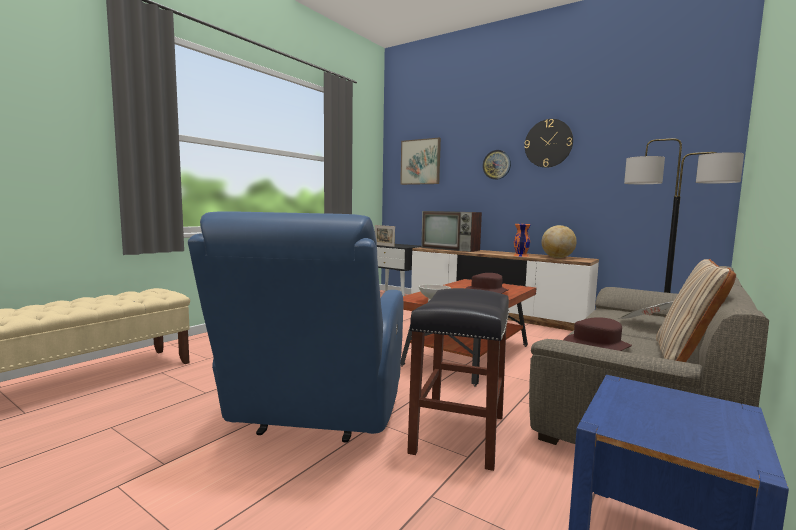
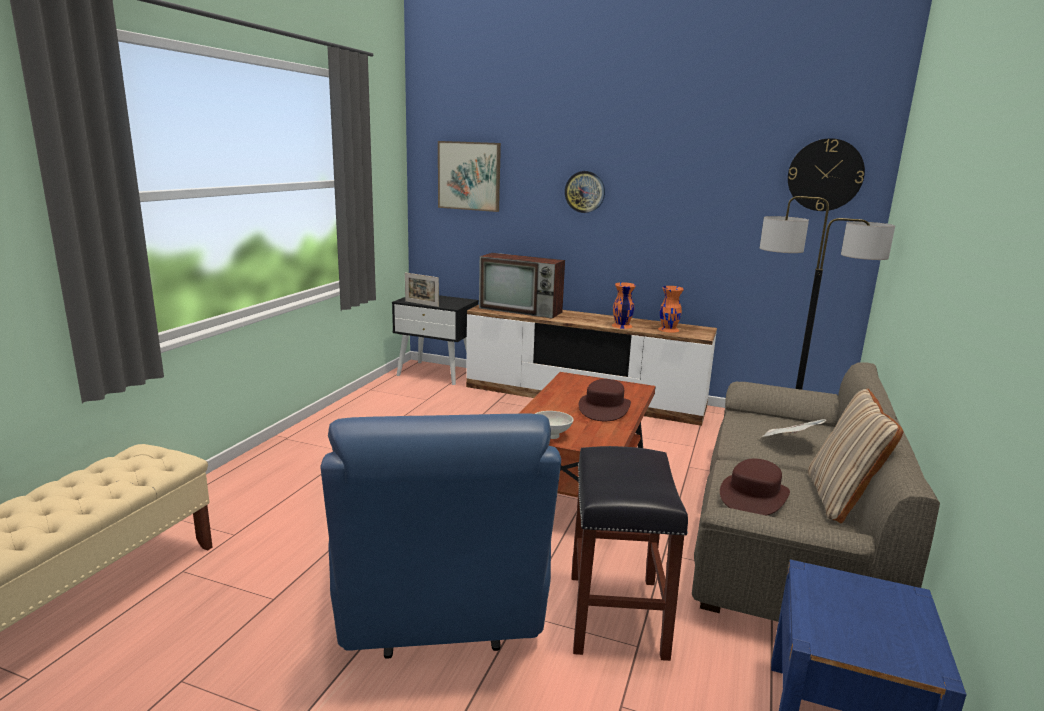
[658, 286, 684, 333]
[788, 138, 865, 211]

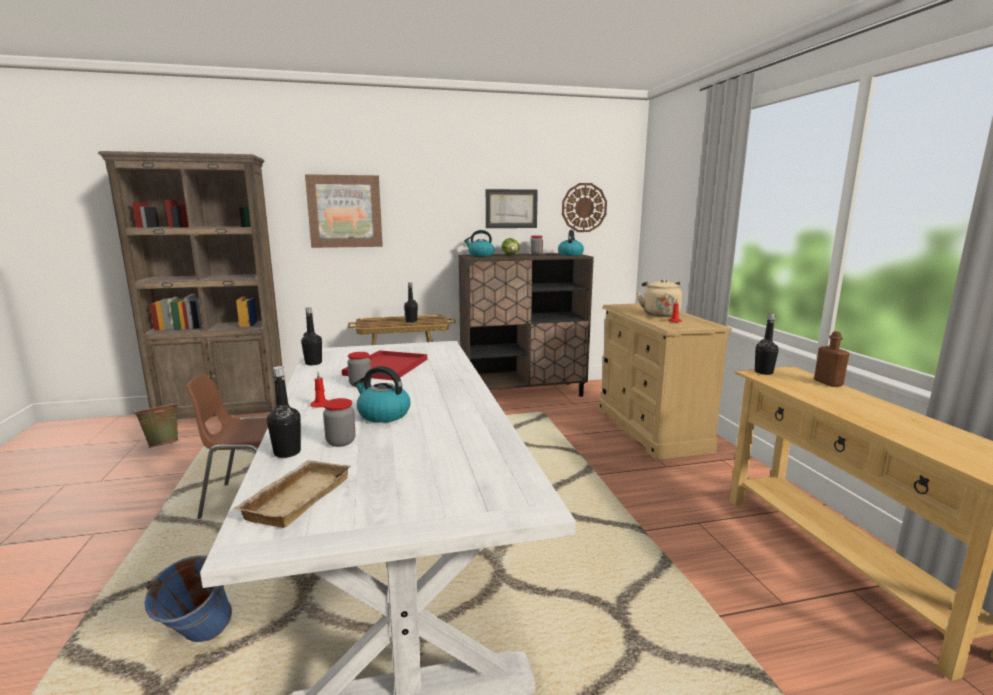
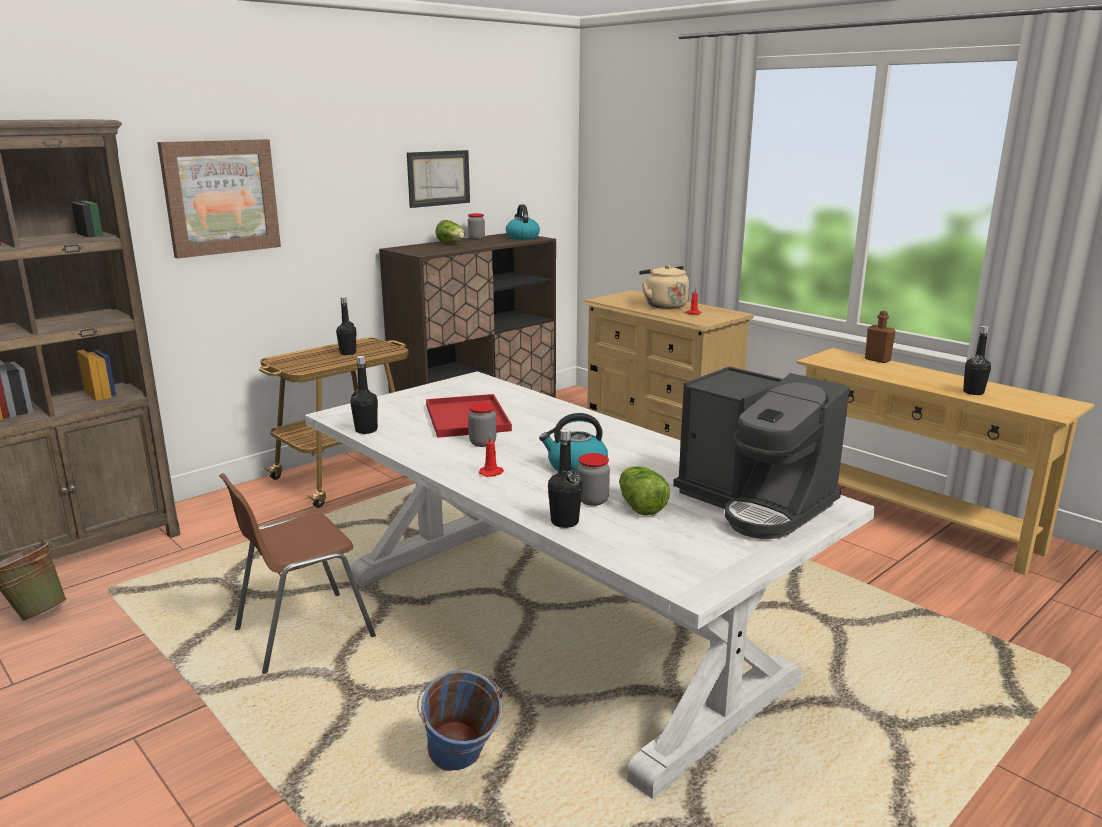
[619, 466, 670, 516]
[673, 366, 850, 539]
[963, 326, 991, 395]
[234, 460, 351, 528] (first image)
[464, 230, 494, 256] (first image)
[562, 183, 607, 232] (first image)

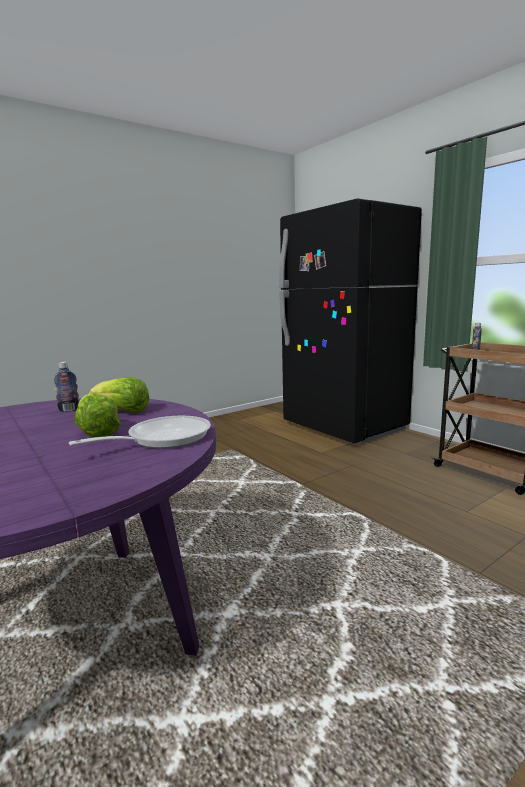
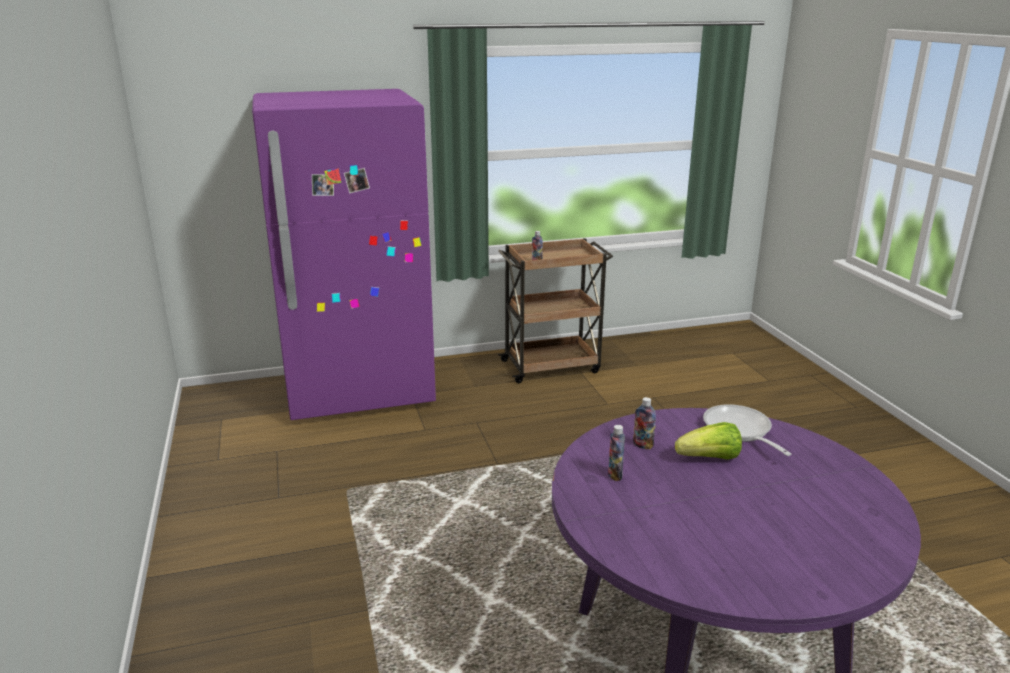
[252, 89, 436, 420]
[633, 397, 656, 449]

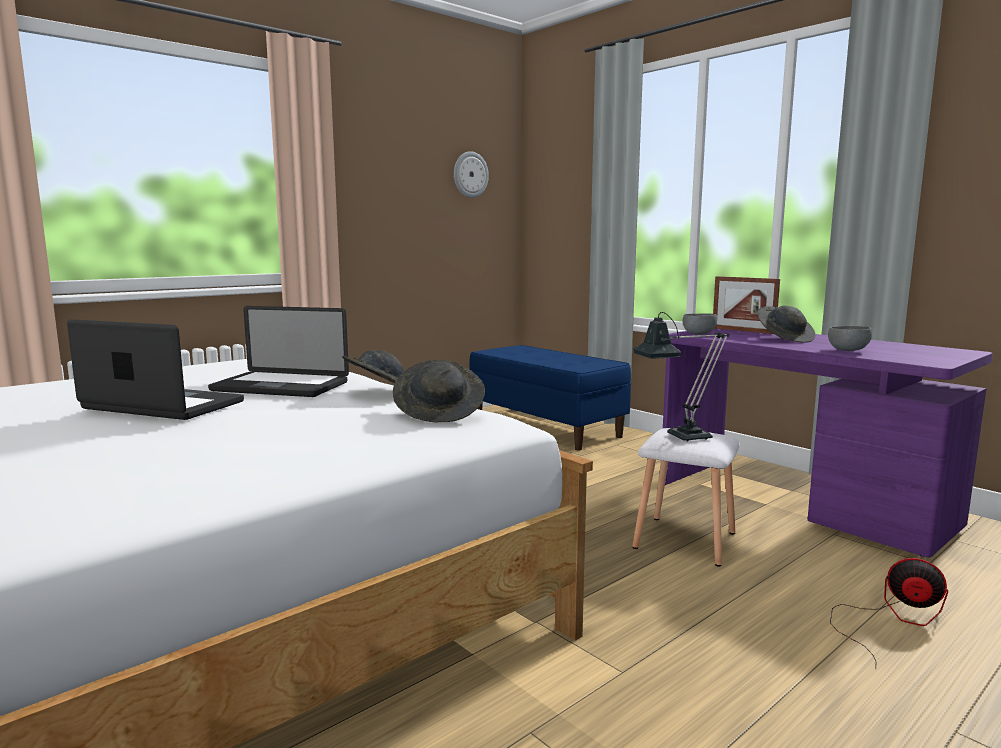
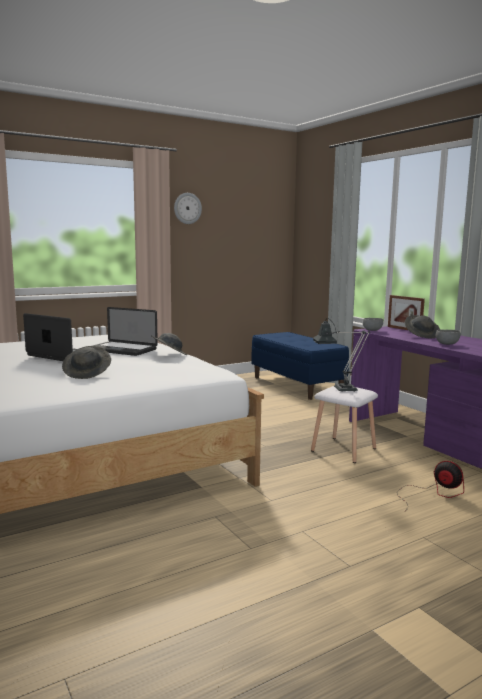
[62, 346, 111, 379]
[174, 193, 202, 224]

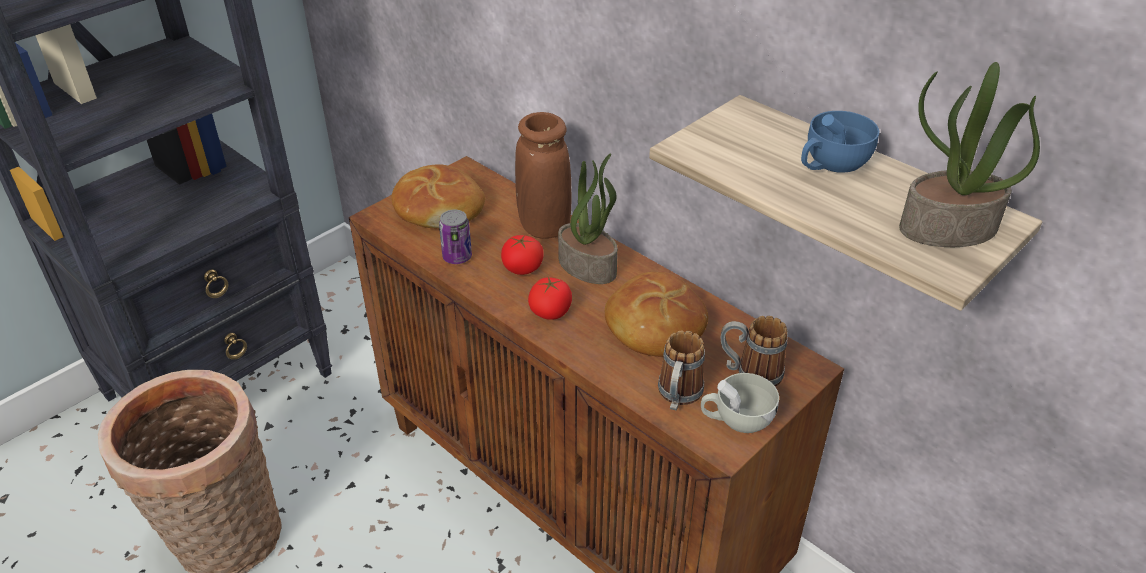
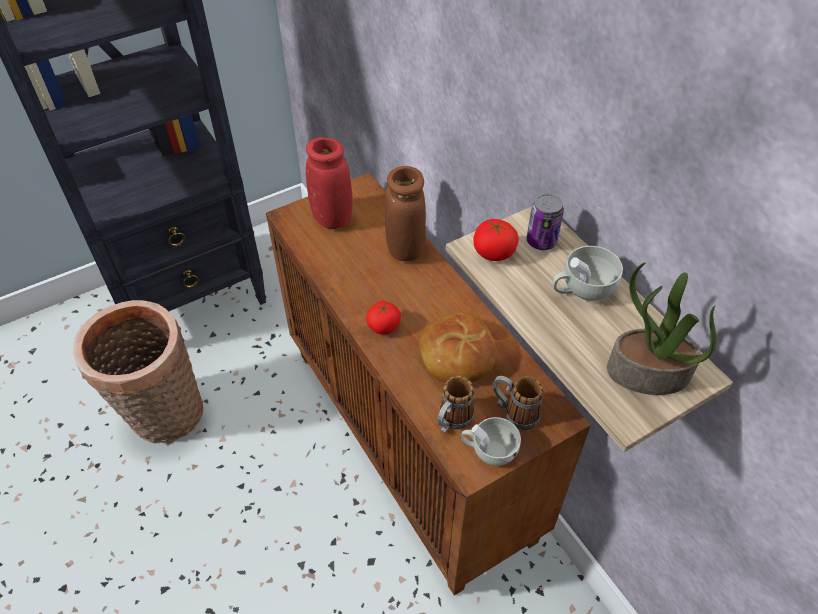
[306, 137, 353, 229]
[474, 219, 519, 261]
[526, 193, 564, 250]
[552, 246, 623, 301]
[558, 153, 618, 284] (first image)

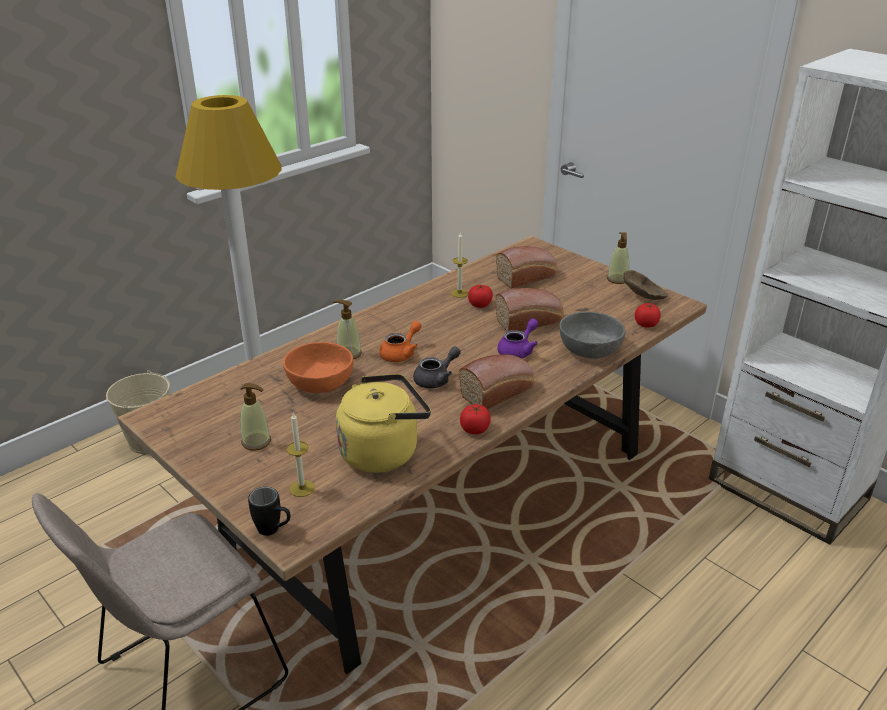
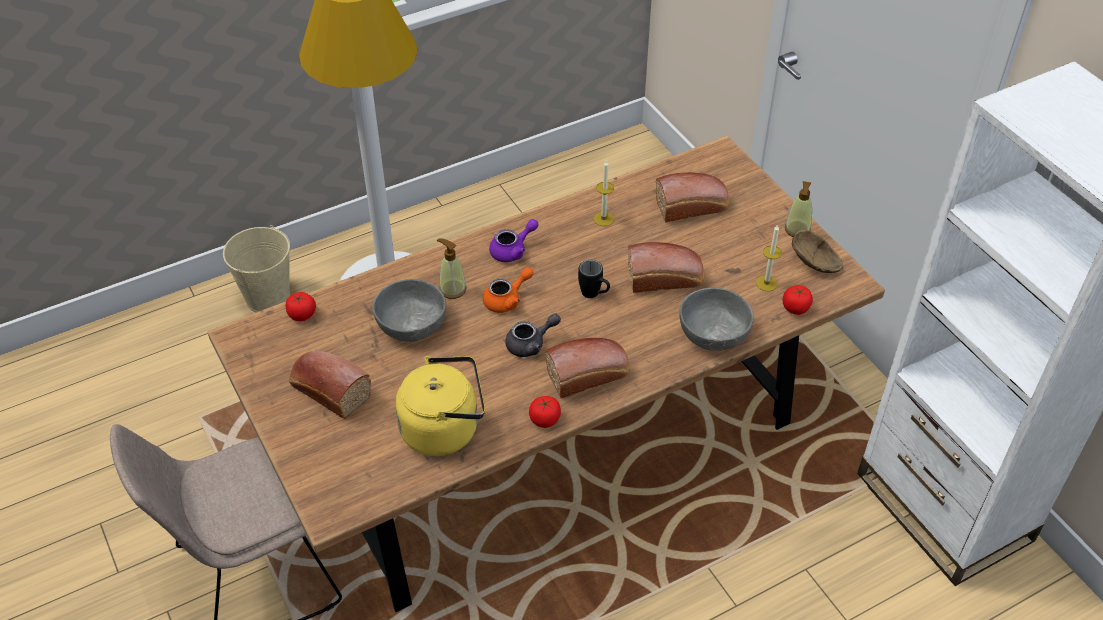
[286, 292, 316, 321]
[289, 350, 371, 419]
[372, 279, 446, 342]
[489, 219, 539, 262]
[578, 260, 610, 298]
[756, 224, 782, 291]

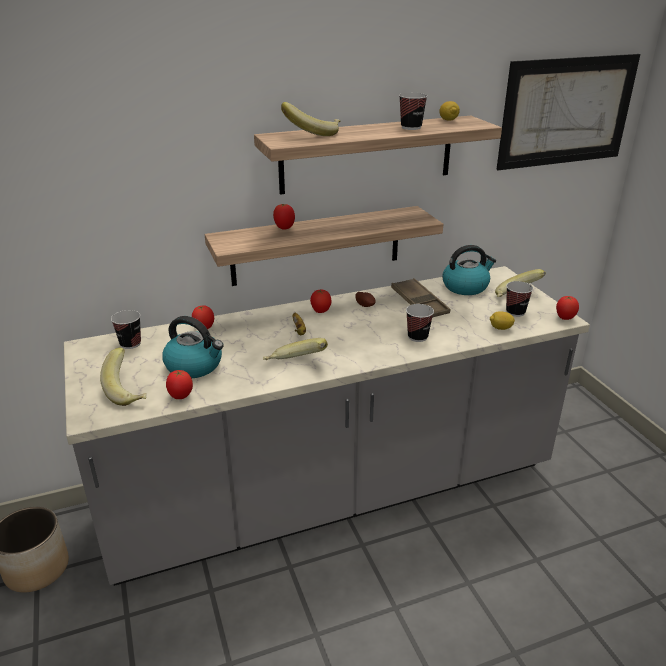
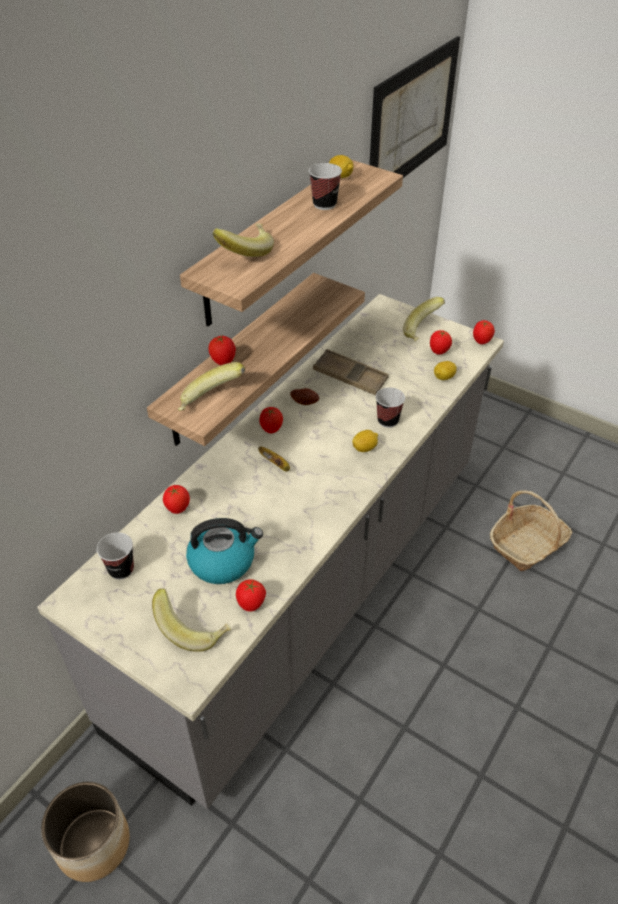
[178, 362, 245, 411]
[352, 430, 378, 452]
[430, 330, 452, 355]
[490, 490, 572, 571]
[443, 245, 496, 295] (first image)

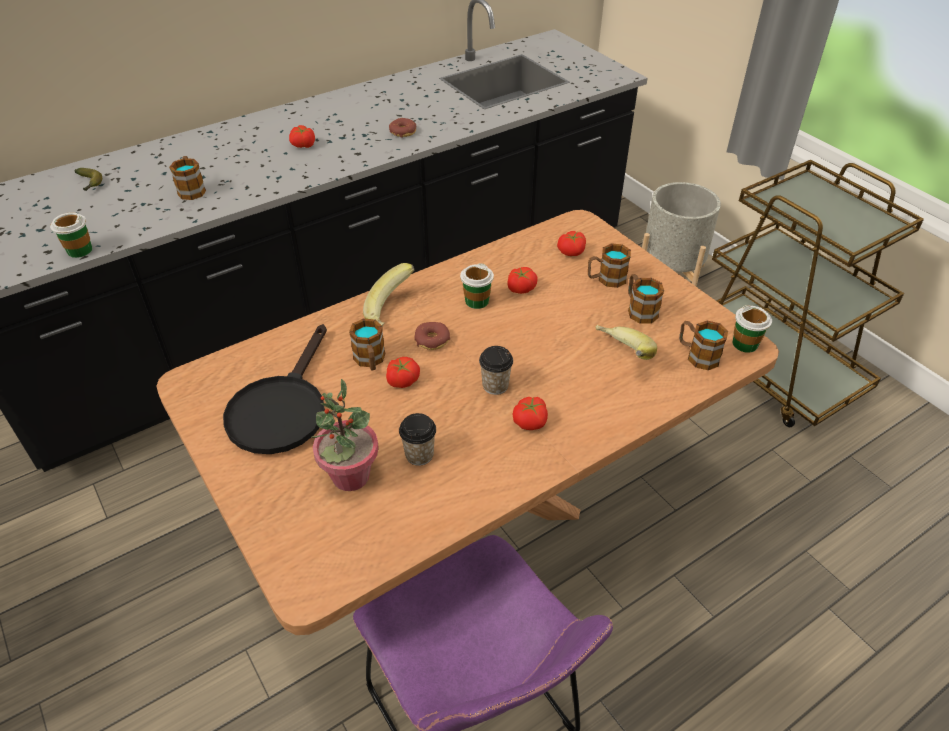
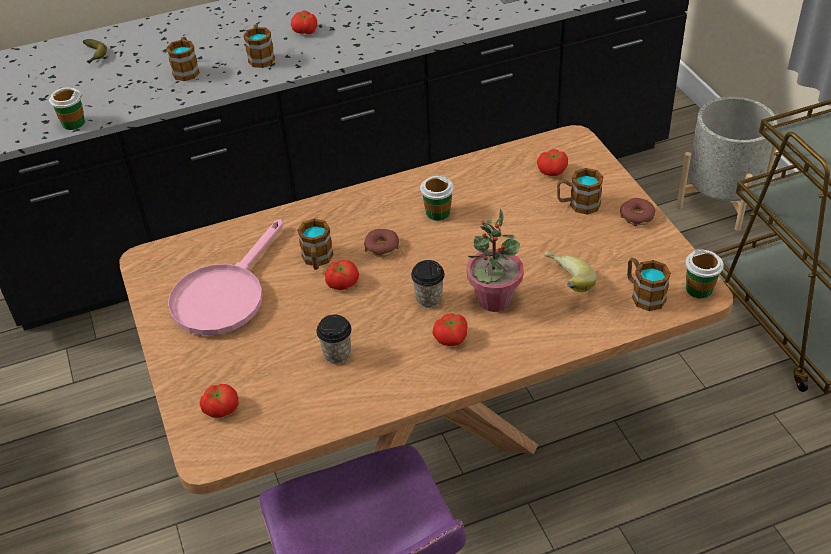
[168, 219, 283, 335]
[200, 384, 239, 418]
[243, 24, 275, 68]
[467, 209, 524, 312]
[620, 198, 655, 226]
[363, 263, 415, 326] (first image)

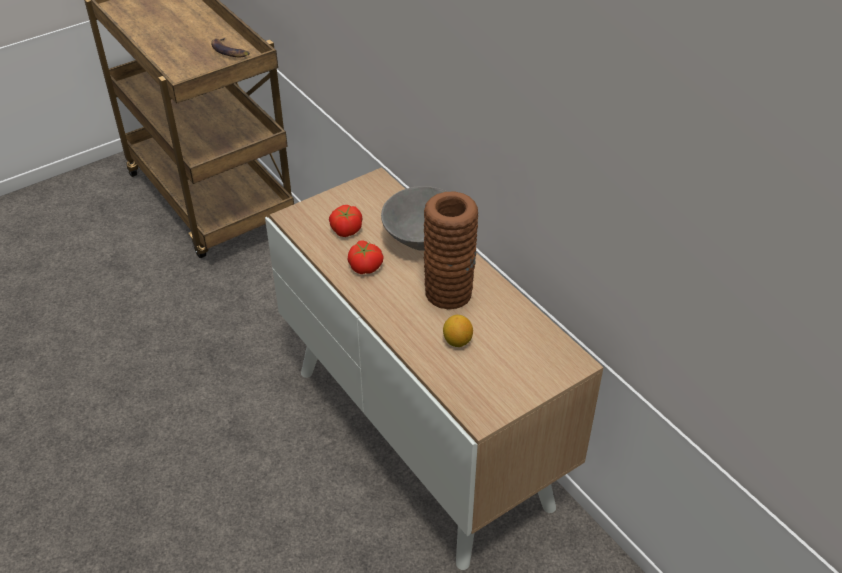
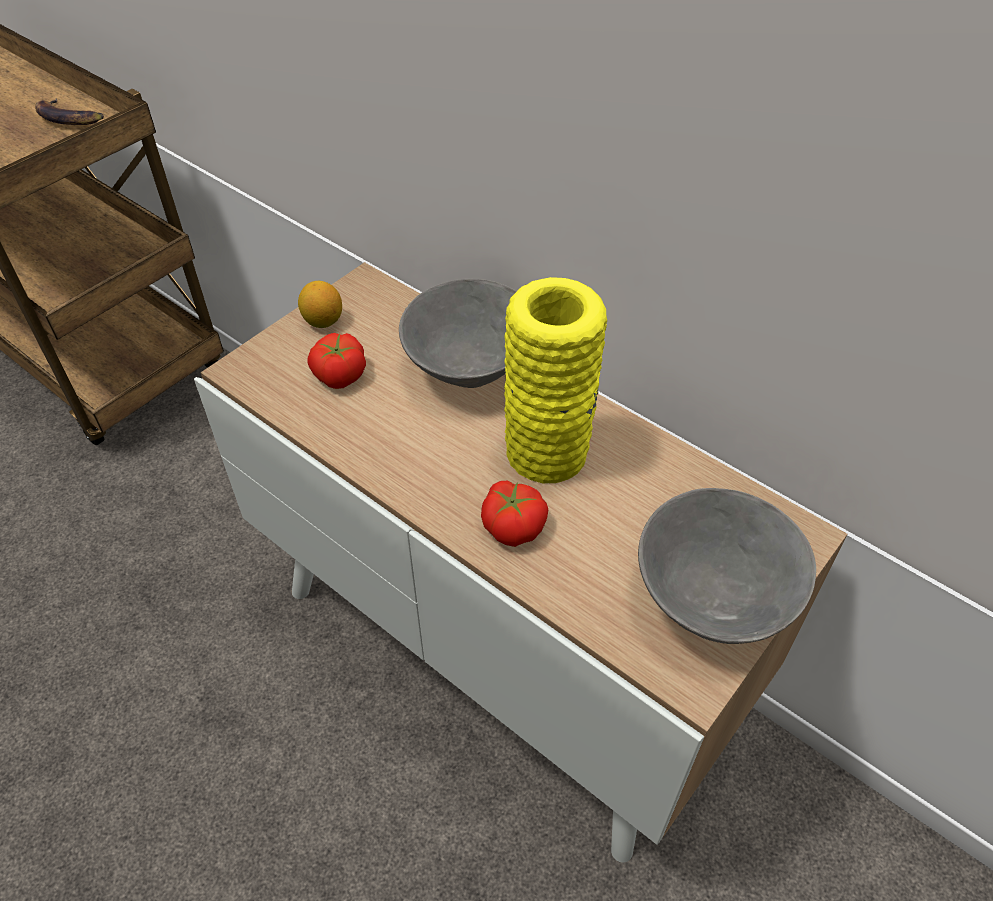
[298, 281, 342, 328]
[481, 481, 548, 547]
[504, 277, 607, 484]
[638, 488, 816, 644]

